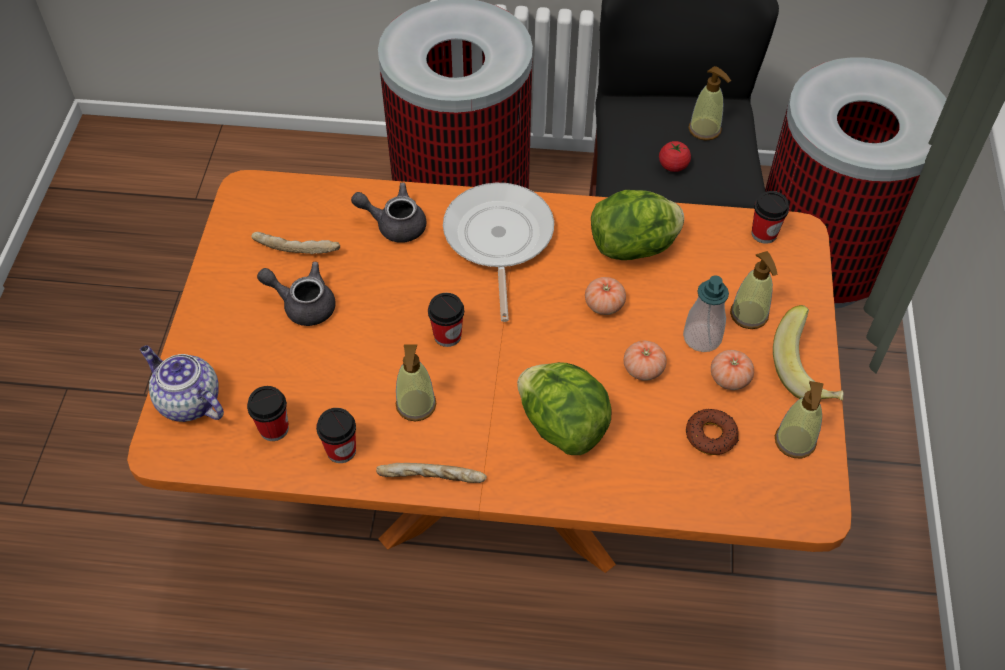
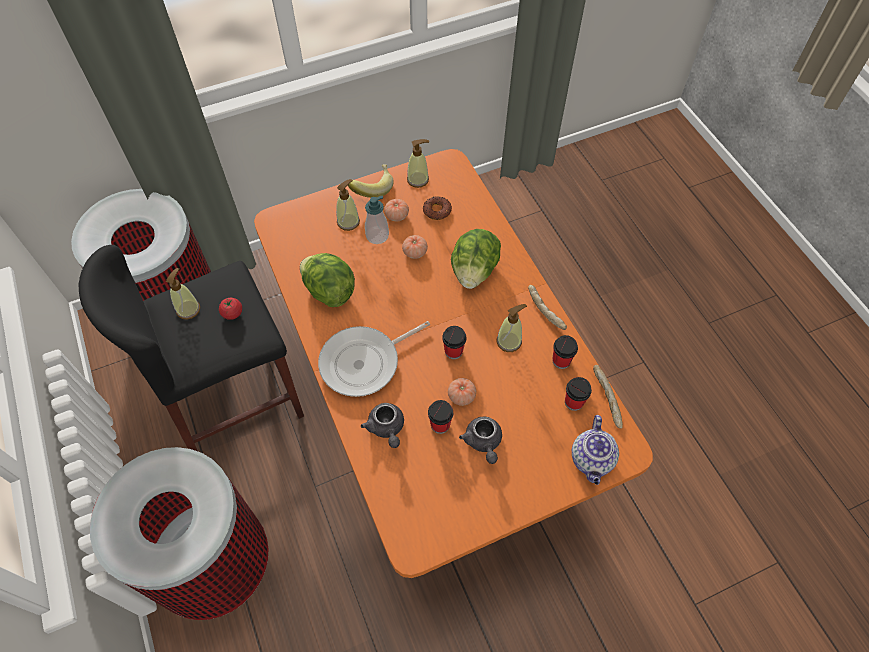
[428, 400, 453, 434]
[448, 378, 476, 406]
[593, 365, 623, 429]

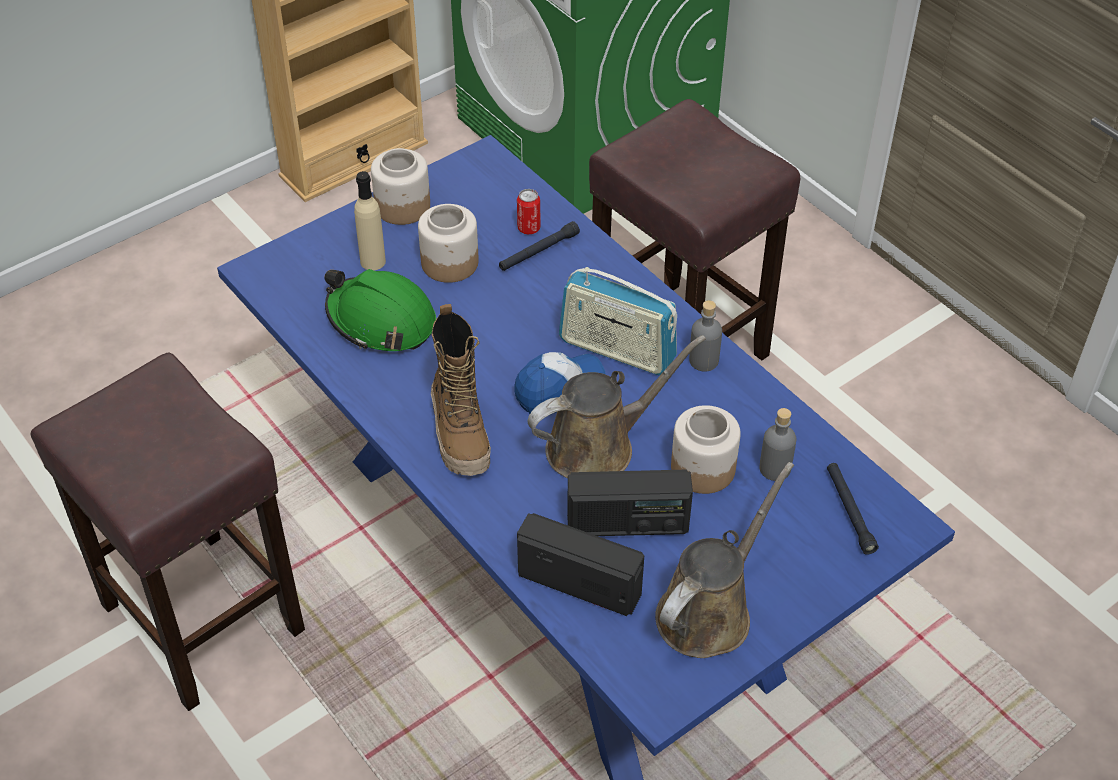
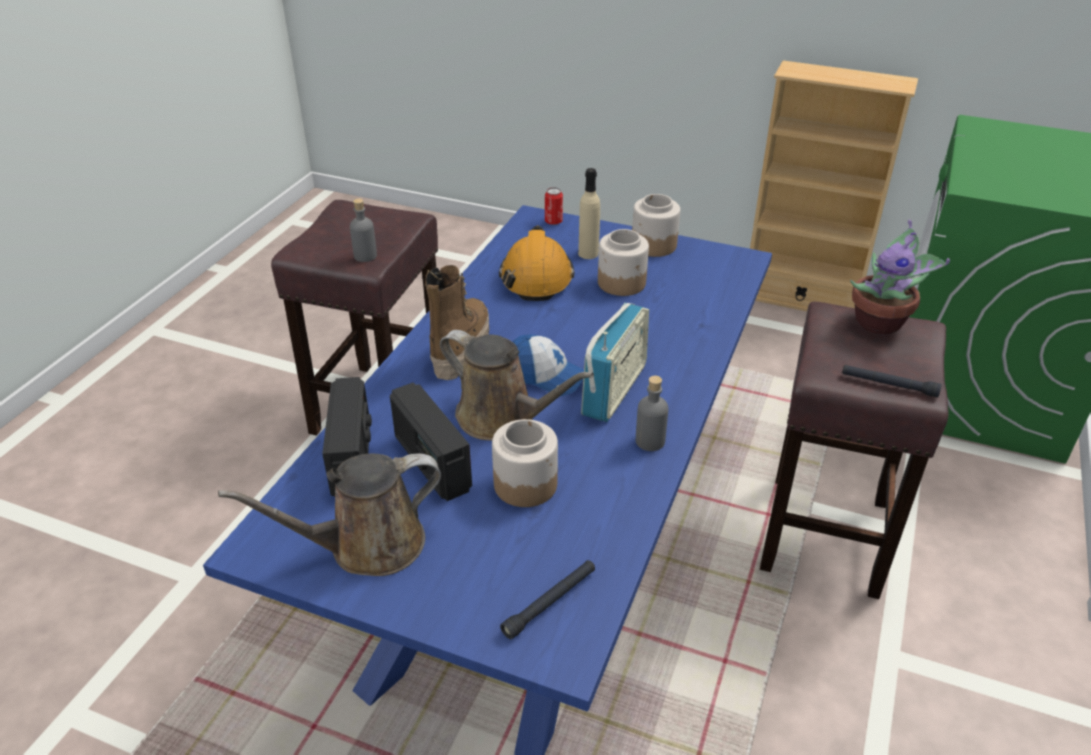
[218, 454, 441, 576]
[350, 199, 377, 262]
[425, 265, 489, 380]
[499, 225, 575, 301]
[545, 187, 563, 225]
[581, 303, 649, 422]
[842, 365, 942, 397]
[850, 219, 950, 334]

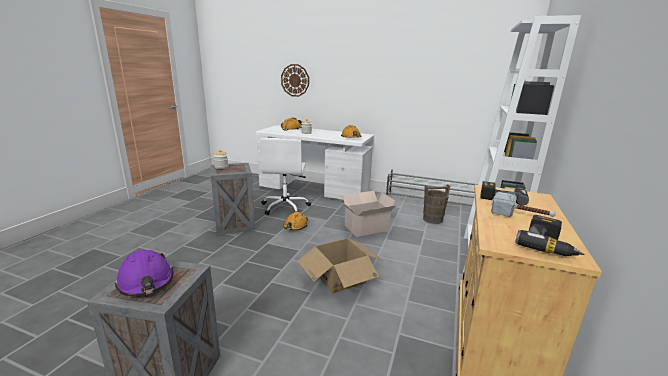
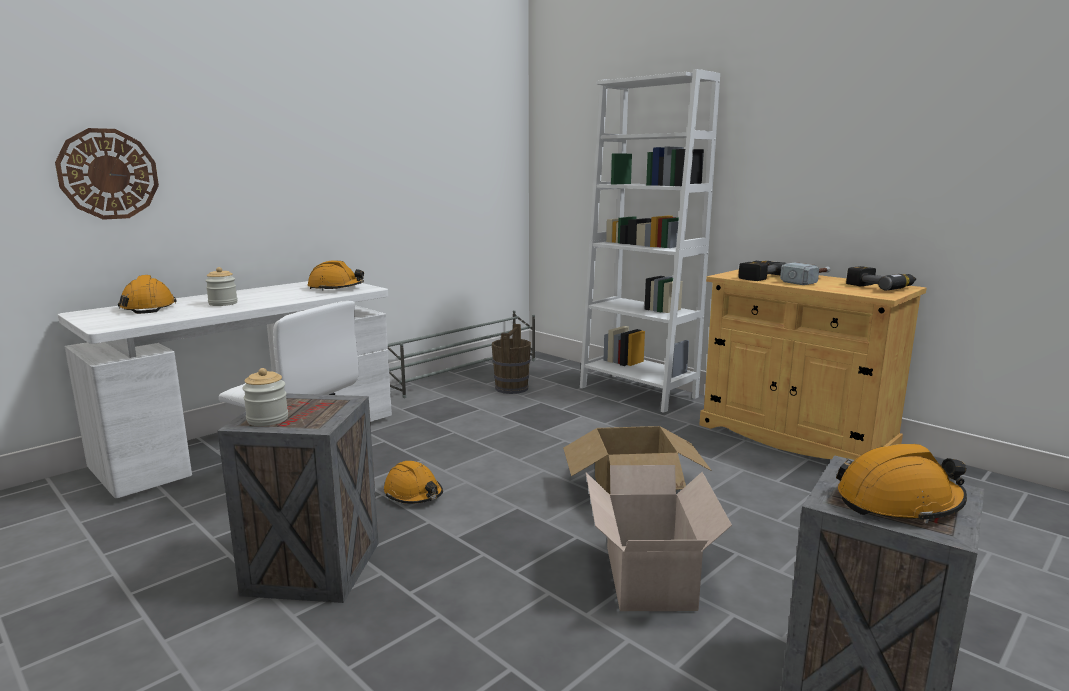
[586, 465, 732, 611]
[836, 444, 967, 524]

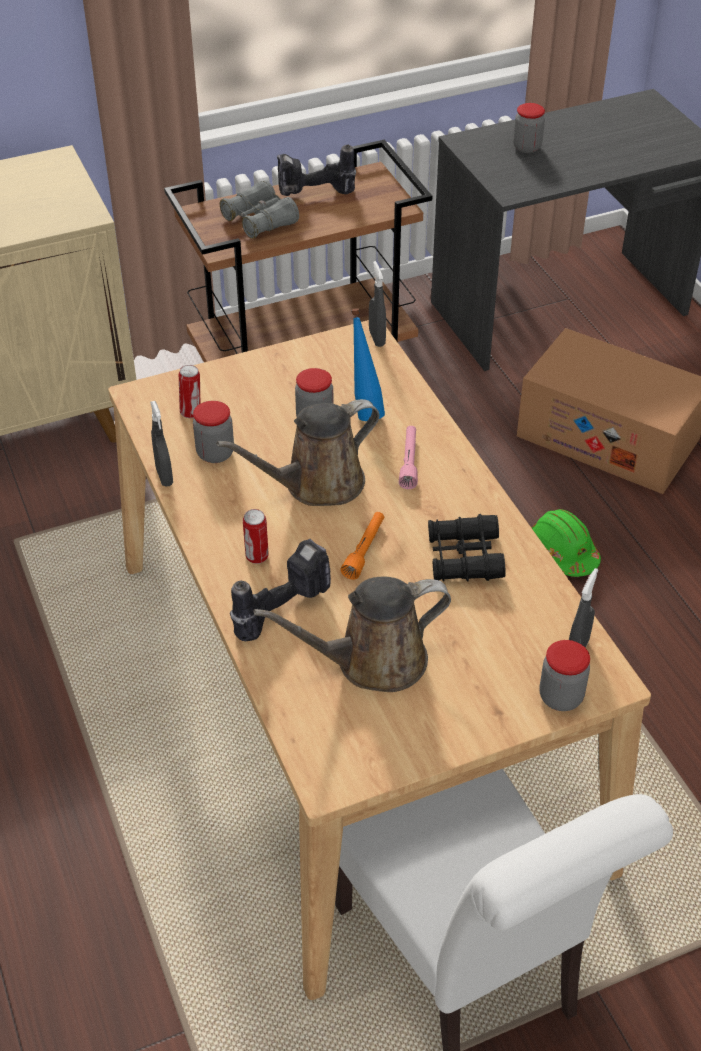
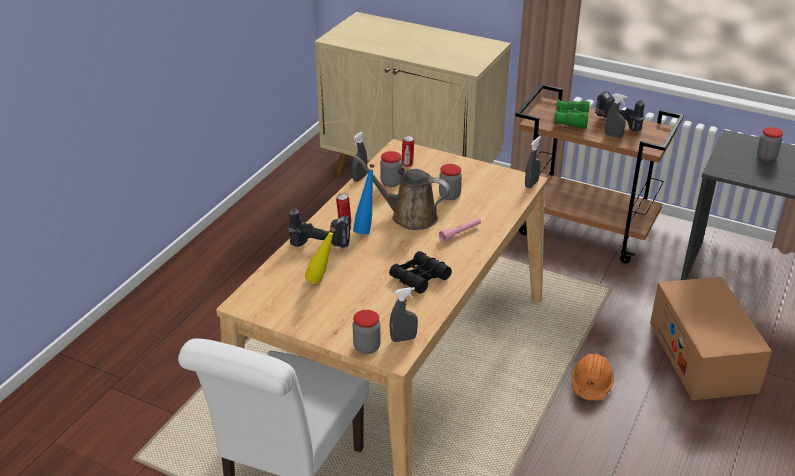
[305, 227, 335, 284]
[353, 164, 375, 234]
[554, 99, 590, 129]
[571, 354, 614, 401]
[605, 93, 627, 138]
[340, 512, 384, 580] (first image)

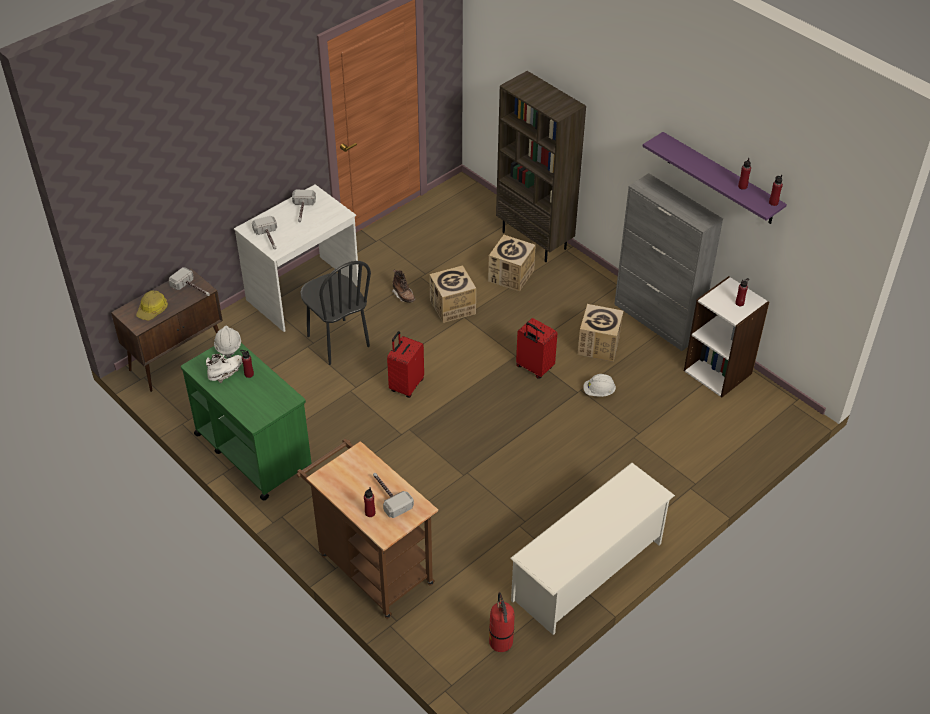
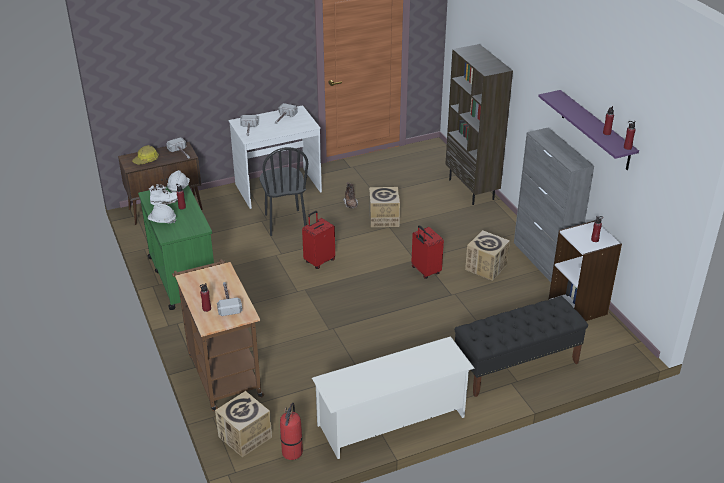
[148, 204, 177, 223]
[215, 391, 272, 457]
[454, 296, 588, 397]

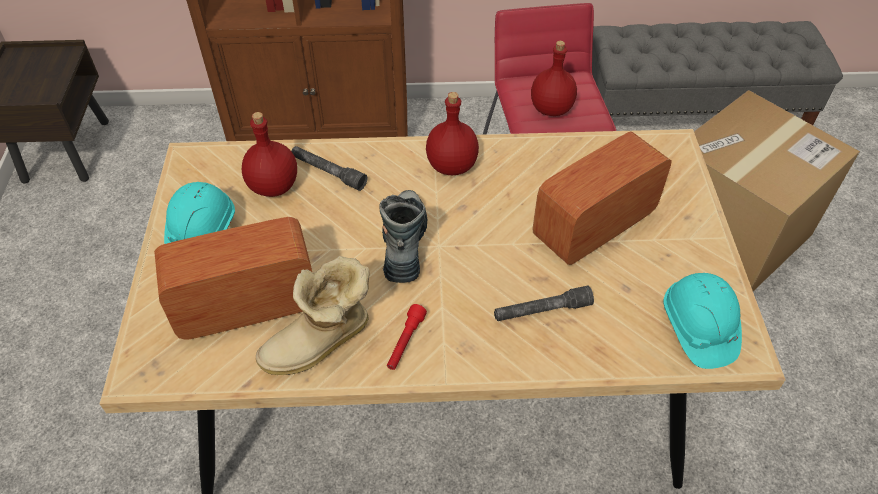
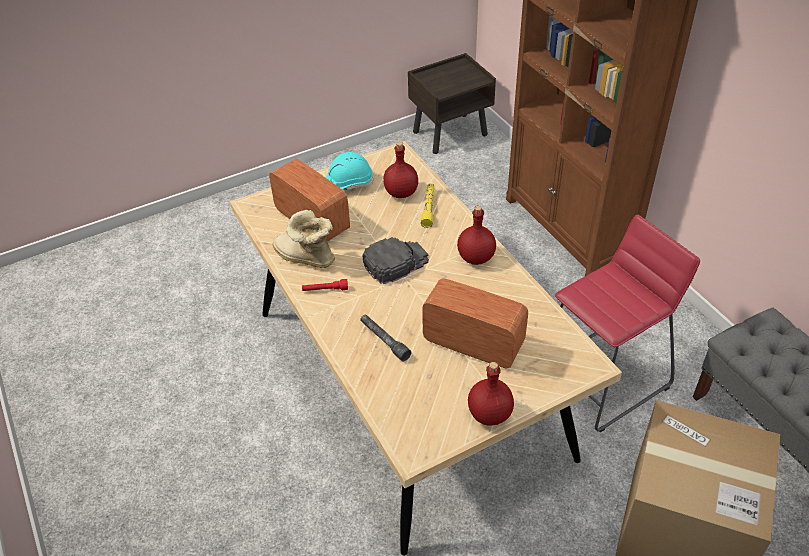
[362, 237, 429, 284]
[421, 184, 434, 228]
[468, 362, 514, 426]
[663, 273, 742, 369] (first image)

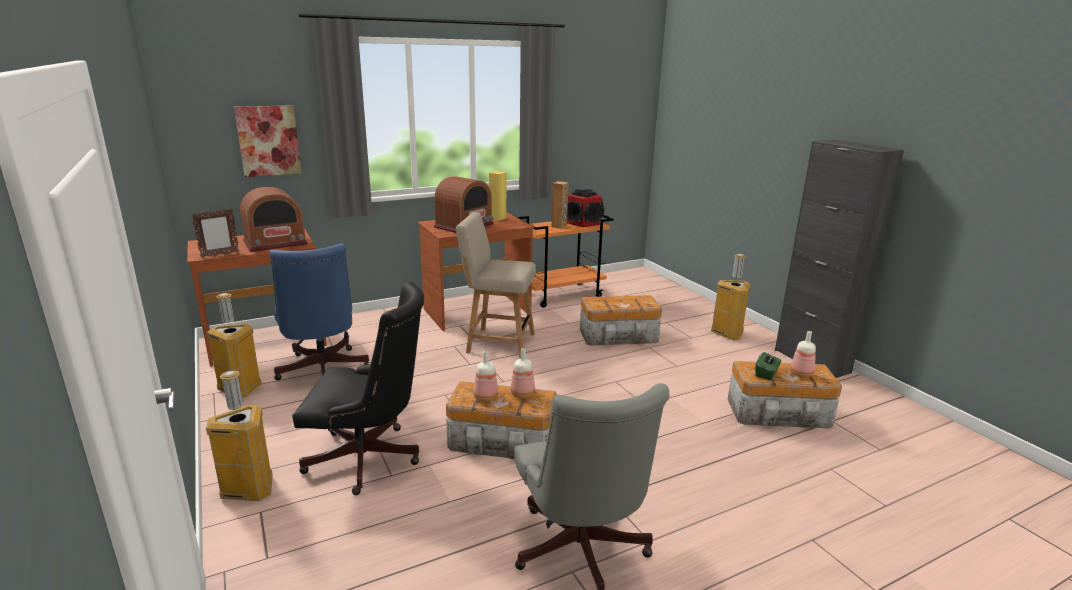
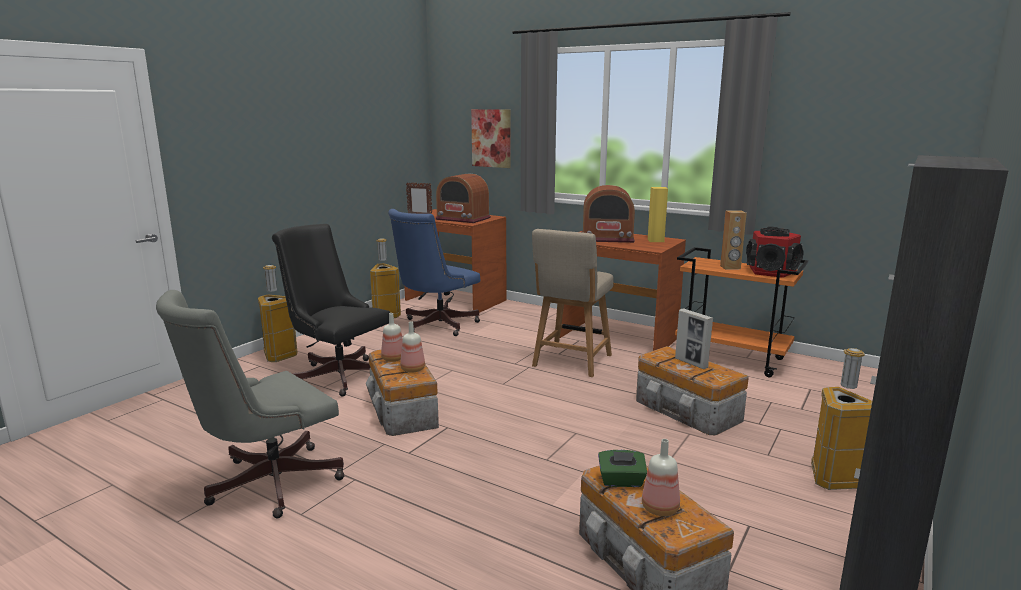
[272, 224, 390, 397]
[532, 229, 614, 377]
[675, 308, 713, 369]

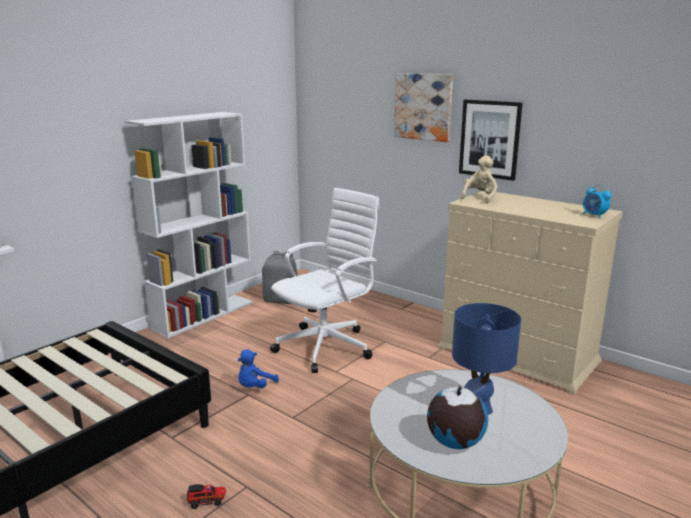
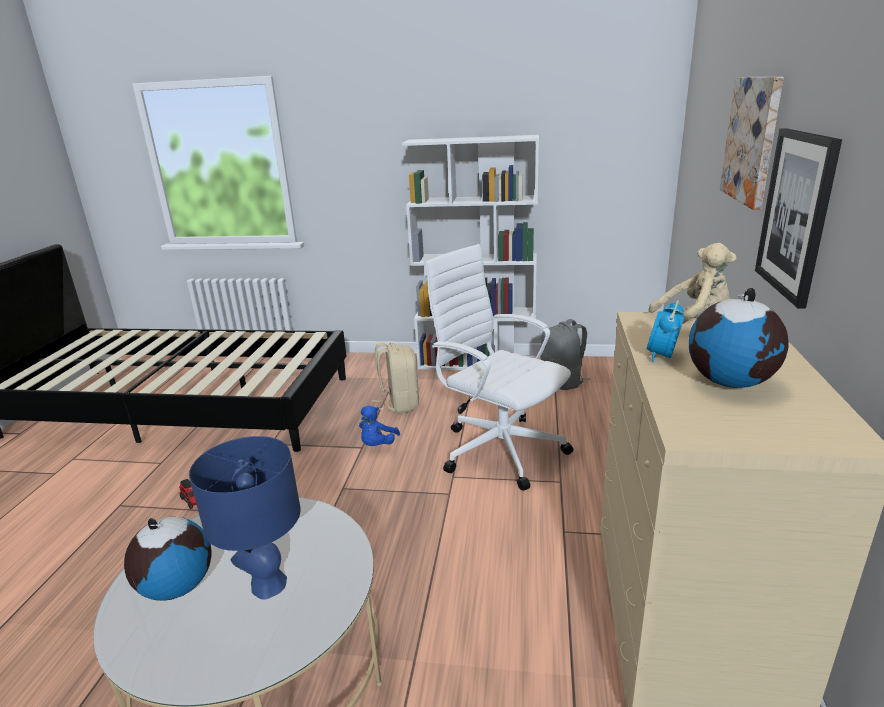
[359, 405, 400, 446]
[372, 343, 419, 414]
[424, 244, 574, 490]
[647, 300, 684, 362]
[689, 288, 789, 388]

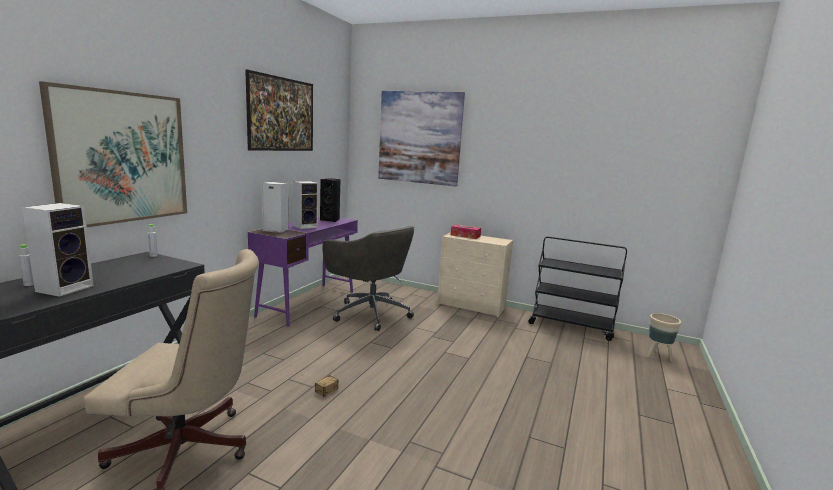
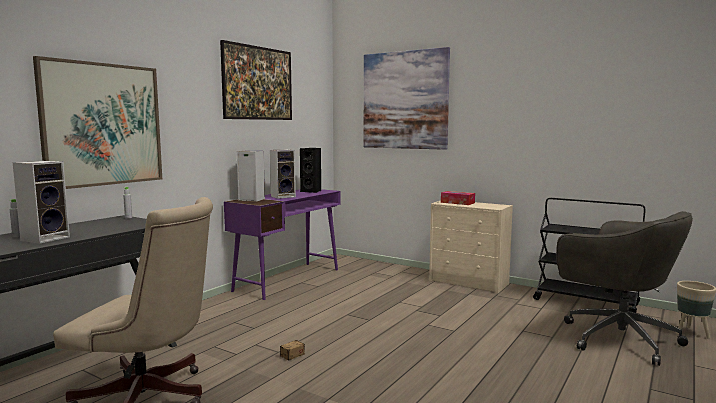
[556, 211, 693, 366]

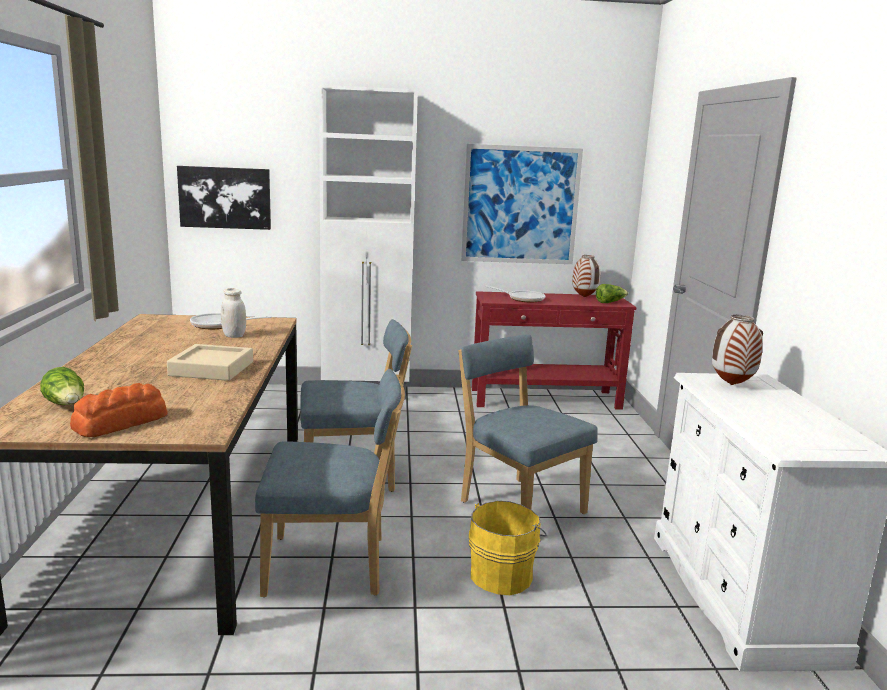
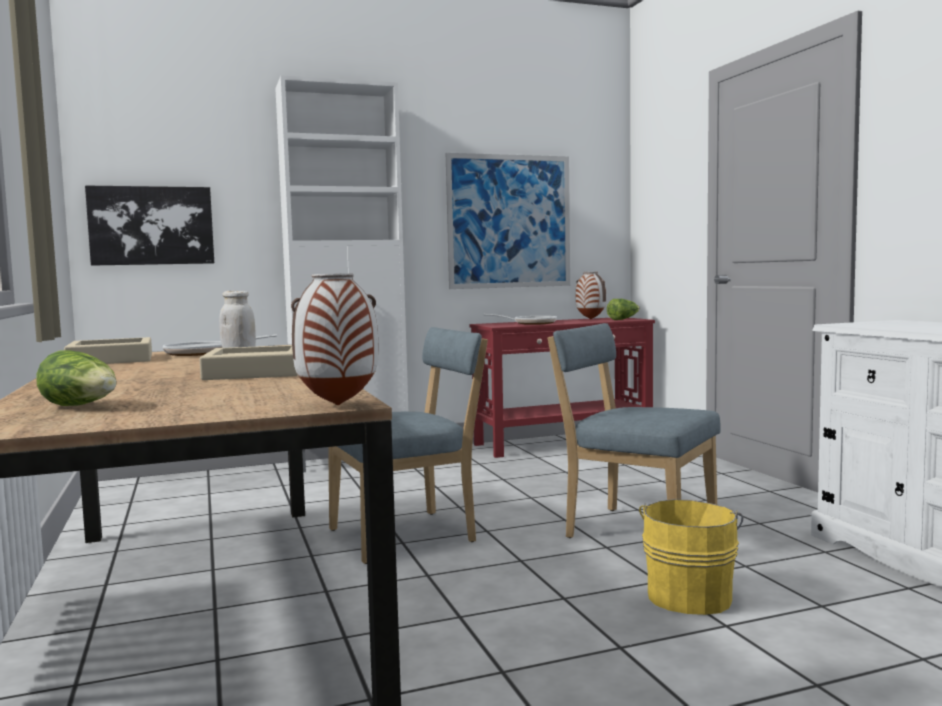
[64, 337, 152, 364]
[291, 273, 379, 405]
[70, 383, 168, 437] (first image)
[255, 369, 405, 597] (first image)

